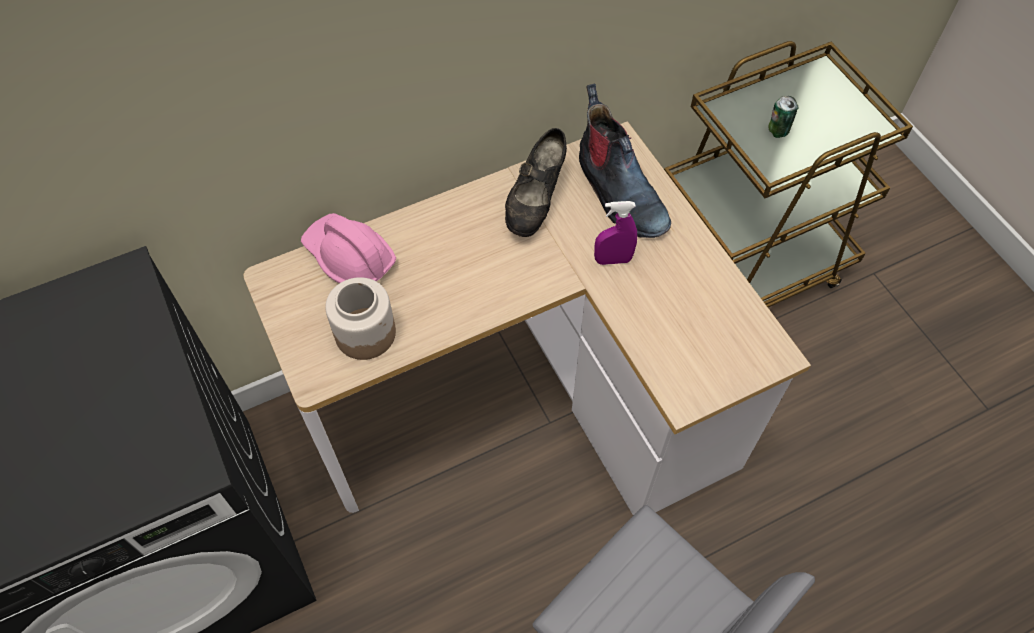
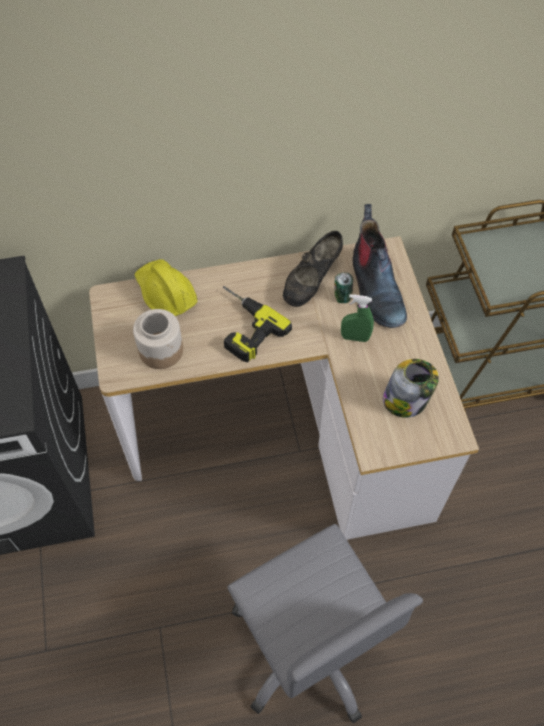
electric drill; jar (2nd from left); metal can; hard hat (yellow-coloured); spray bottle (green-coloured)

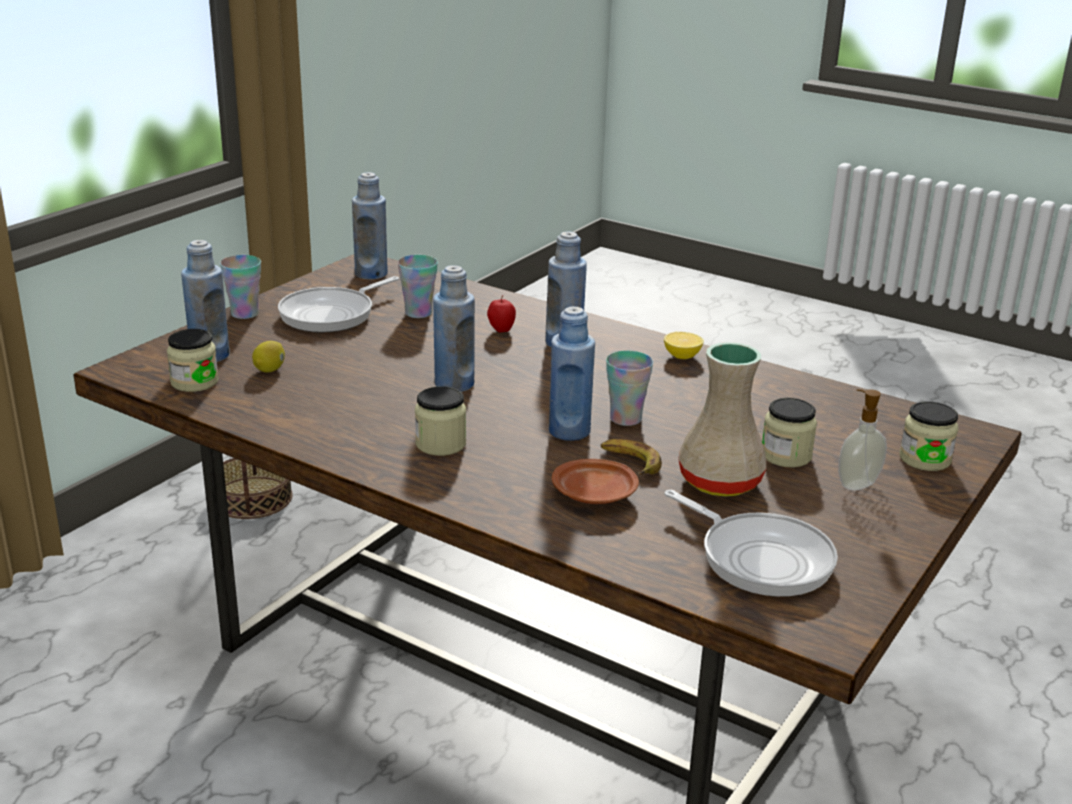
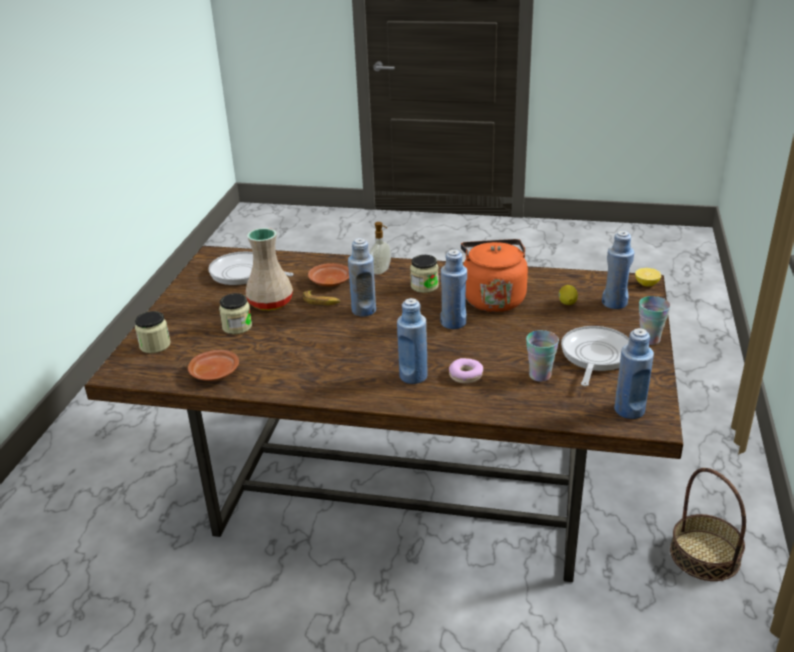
jar (1st from left in the first image); drinking cup (3rd from left in the first image); plate (brown-coloured) (1st from left); tea kettle (orange); citrus fruit (2nd from left); liquid soap bottle; ring doughnut

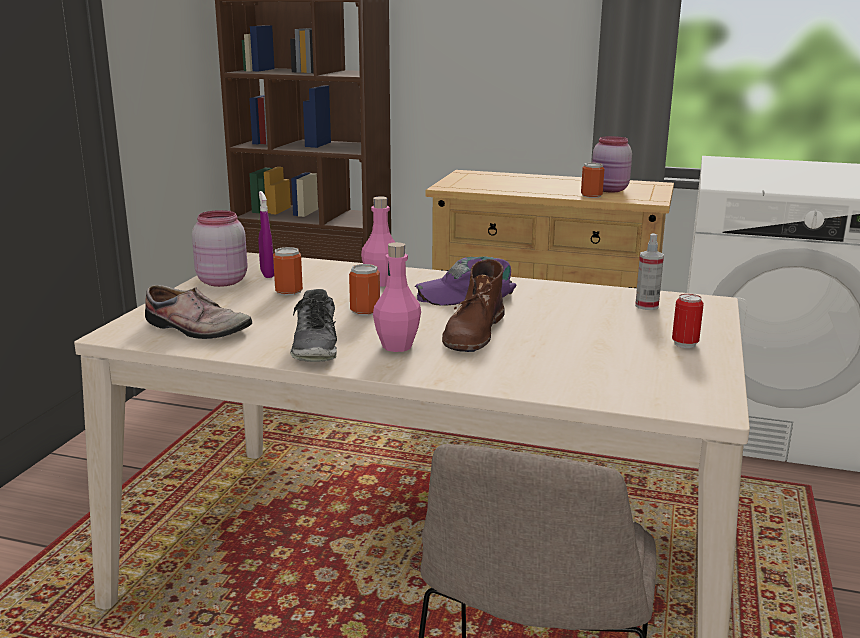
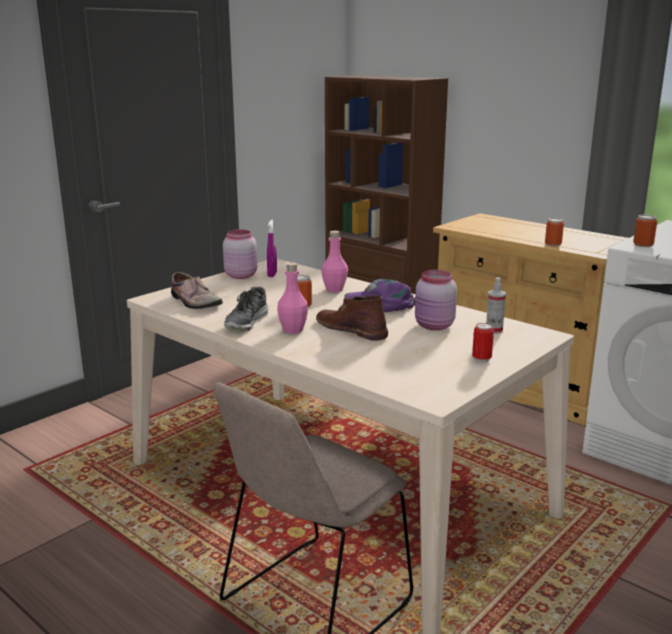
metal can (4th from left); jar (pinkish) (2nd from left); tall boot (brown-coloured)

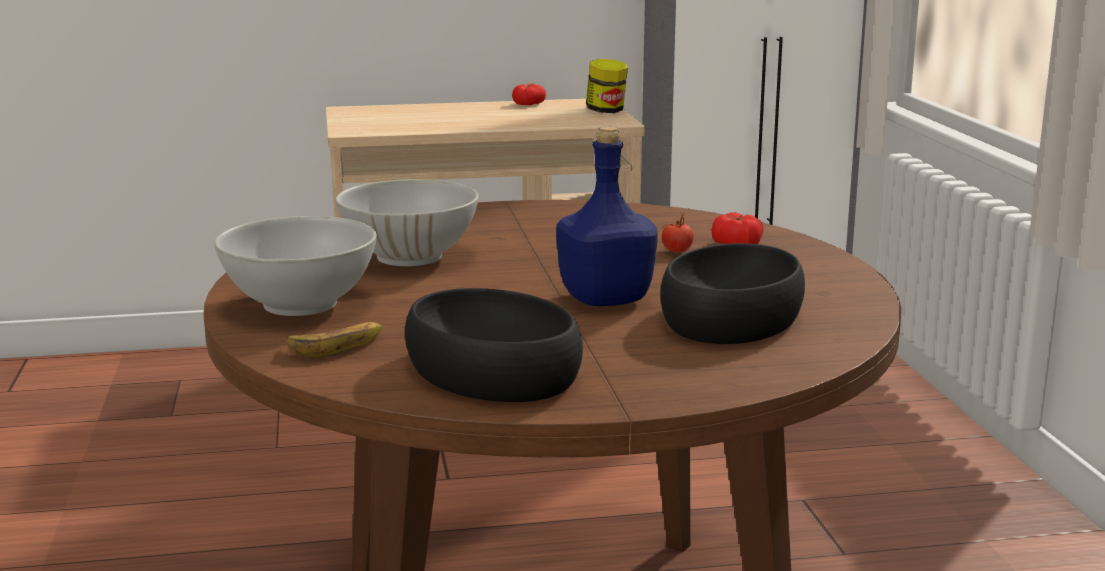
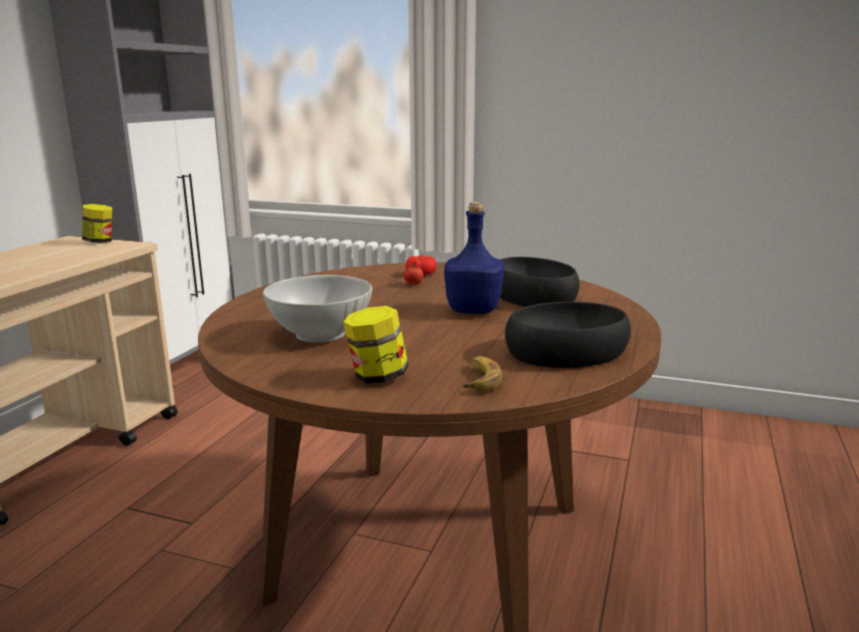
fresh tomato (1st from left in the first image); jar (2nd from left)

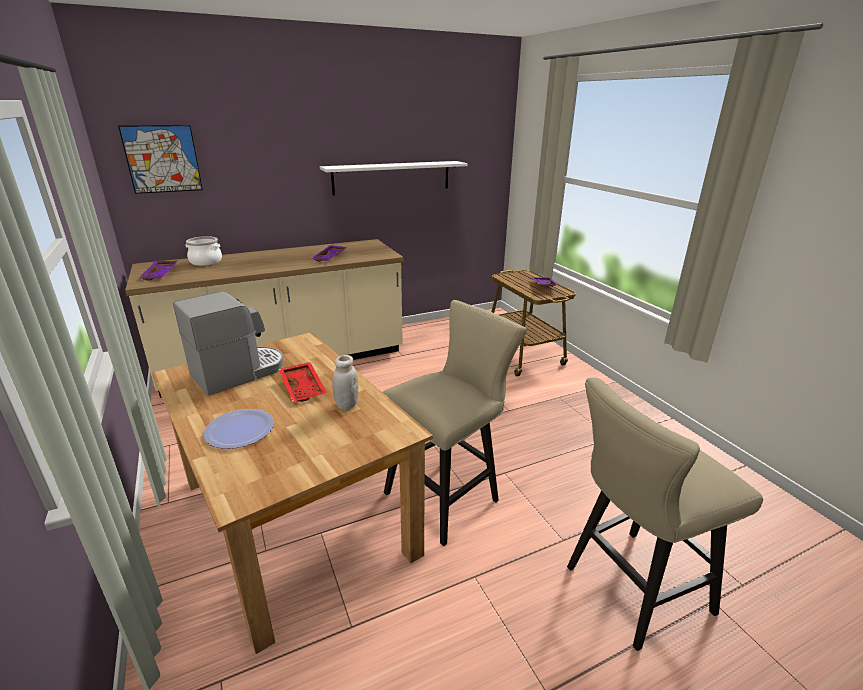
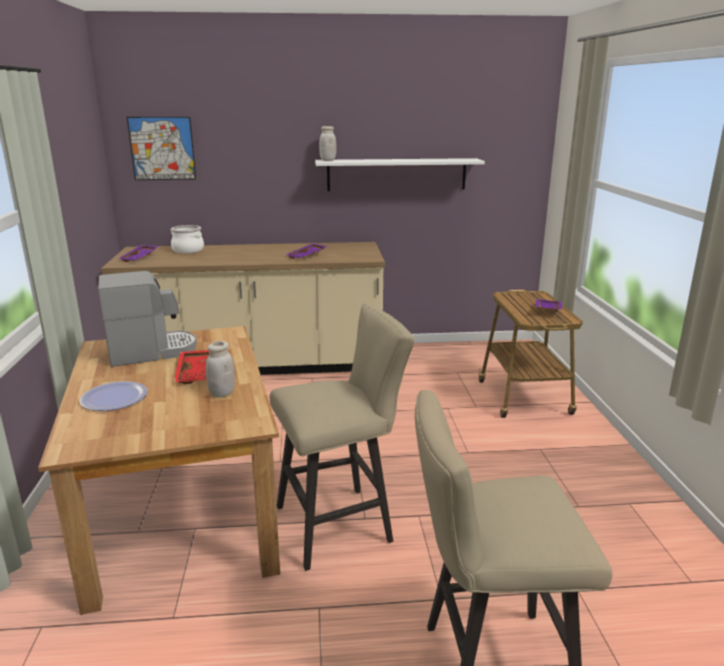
jar (whitish) (2nd from left)

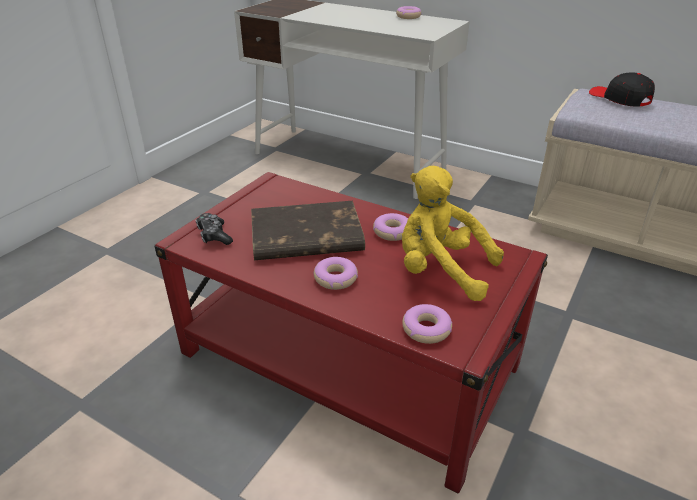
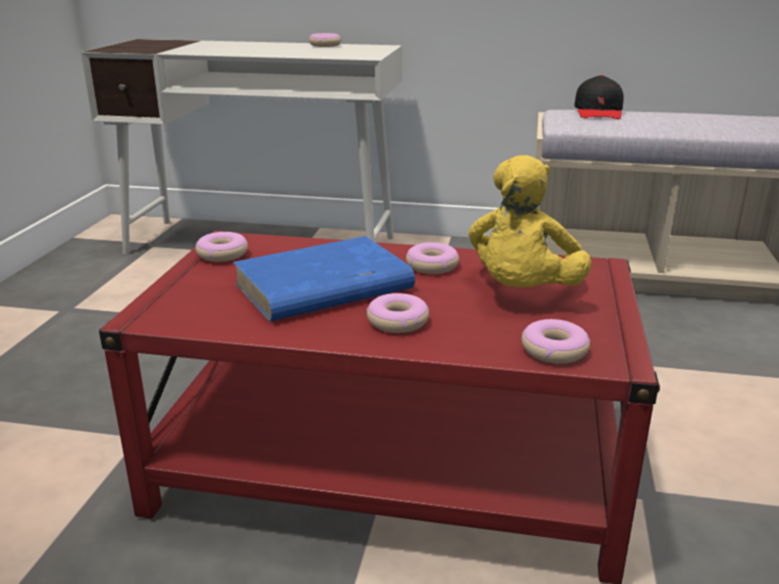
gamepad; ring doughnut (1st from left); bound book (bluish); soft toy (yellow-coloured); peaked cap (black)

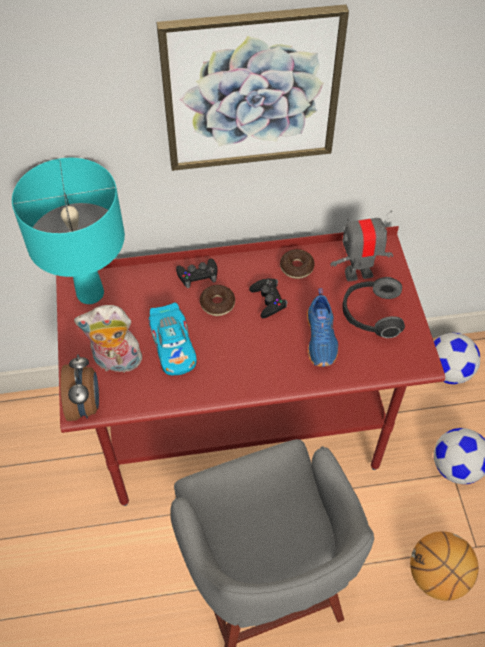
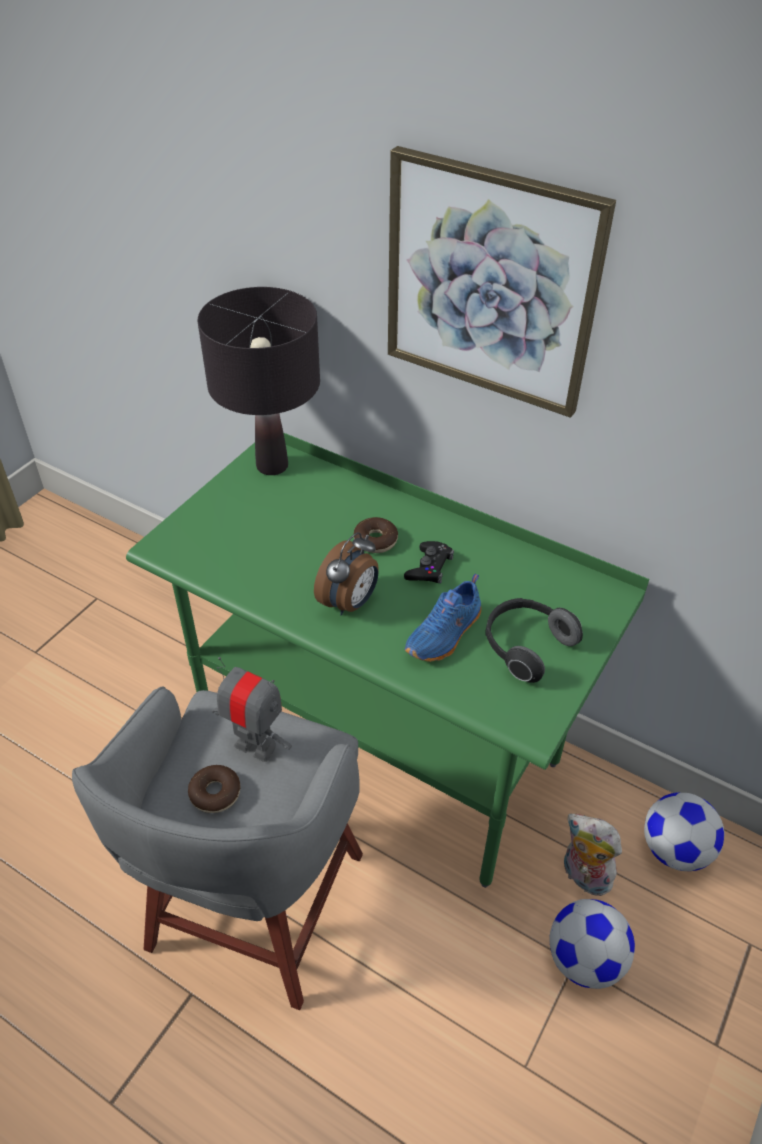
model car; gamepad (black) (1st from left in the first image); ball for basketball; alarm clock; soft toy; ring doughnut (1st from left); robot figure; lamp for a table (black); desk table (green-coloured)

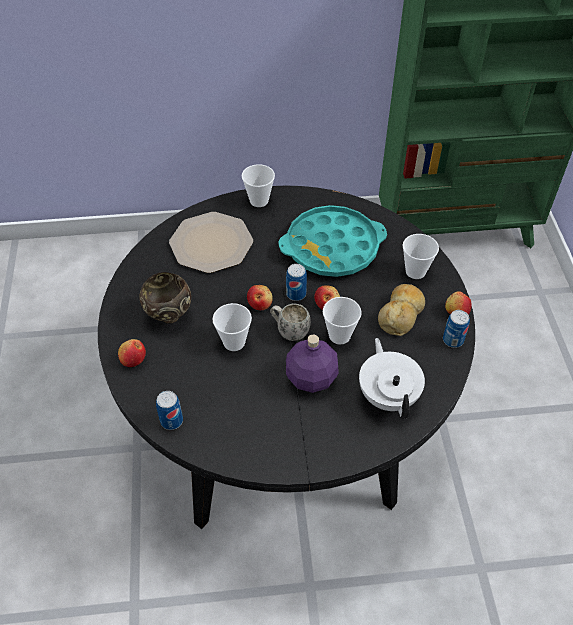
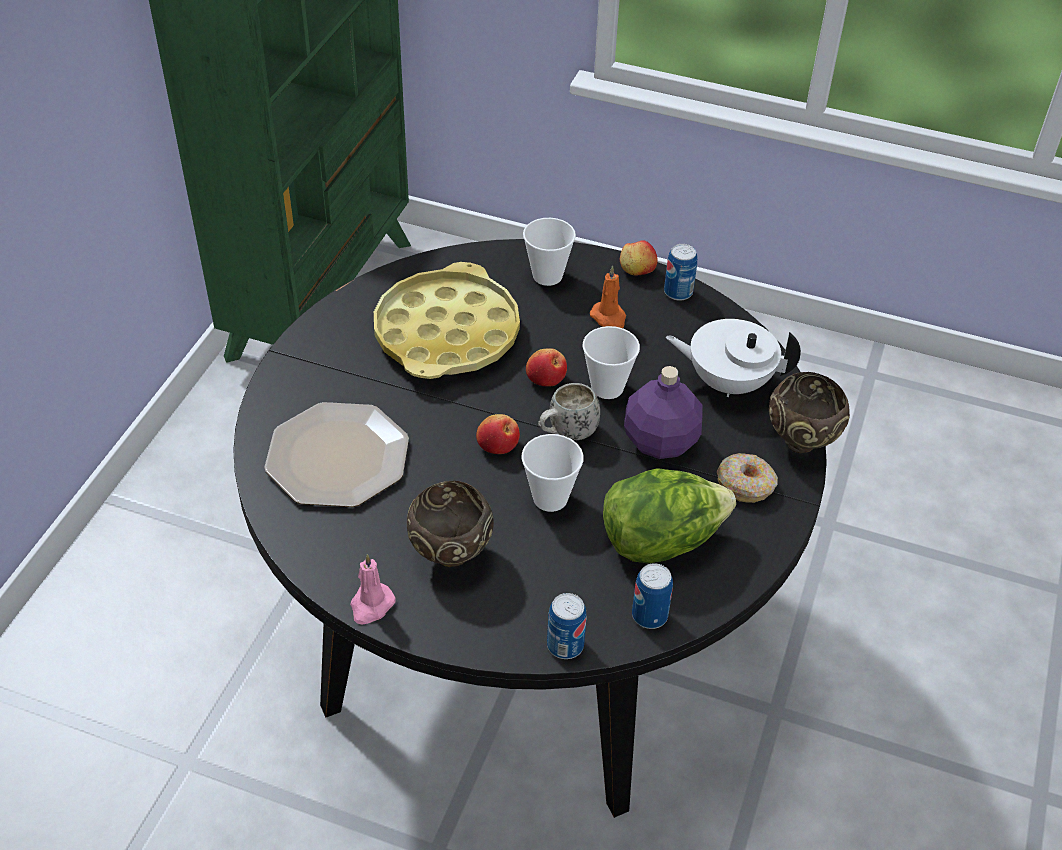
apple (1st from left in the first image); drinking cup (2nd from left in the first image); candle (pinkish); lettuce; ring doughnut; bowl (brown-coloured) (2nd from left); metal can (1st from left); candle (orange); carrying tray (yellow-coloured)

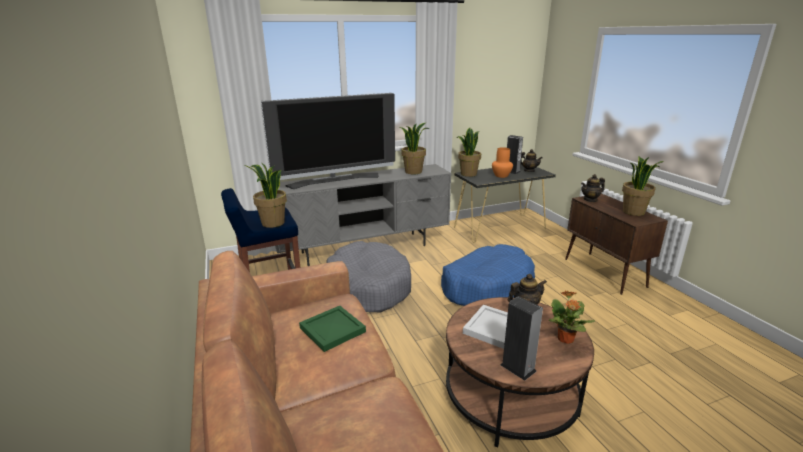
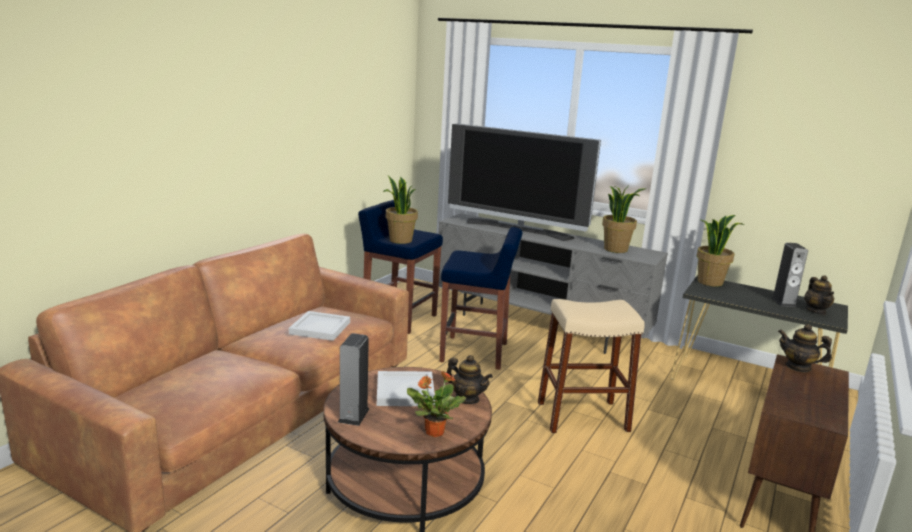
flower vase (orange); potted plant (5th from left in the first image); stool (bluish) (2nd from left); stool (beige); carrying tray (whitish) (1st from left)

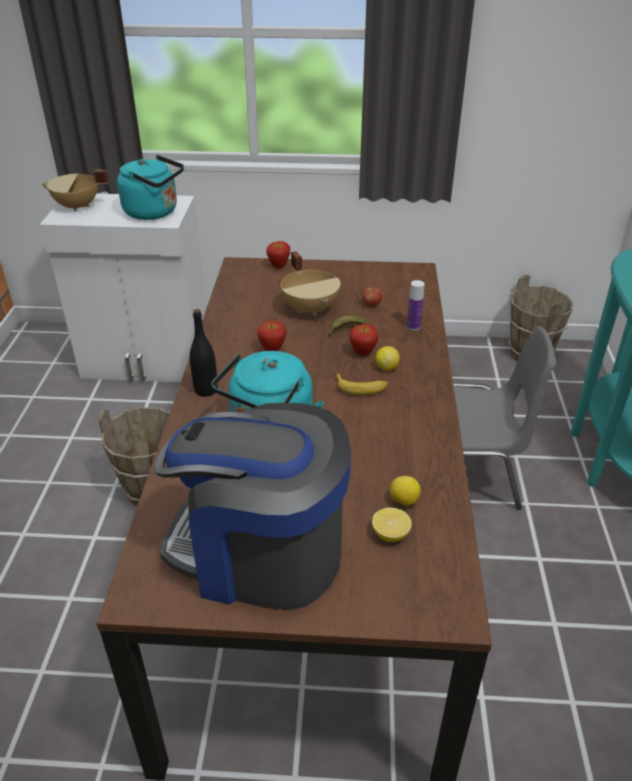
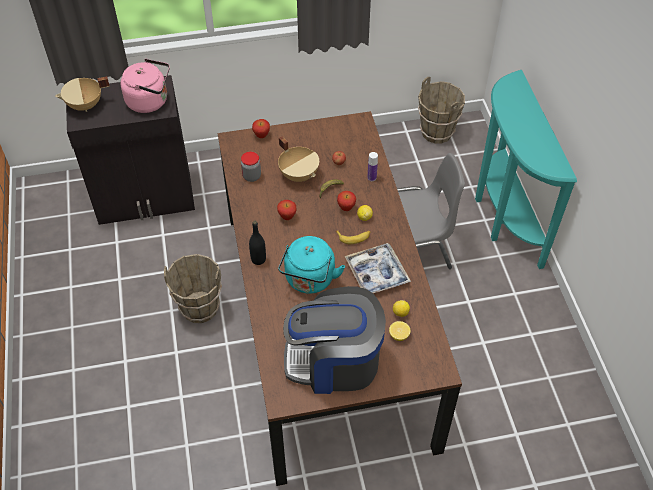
jar; carrying tray; cupboard (black); tea kettle (pinkish)

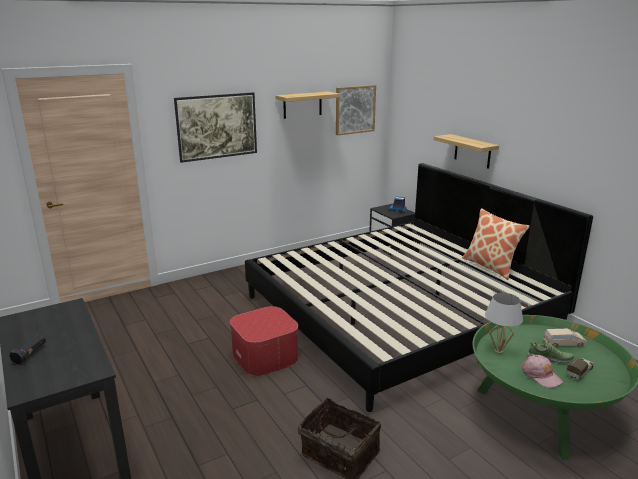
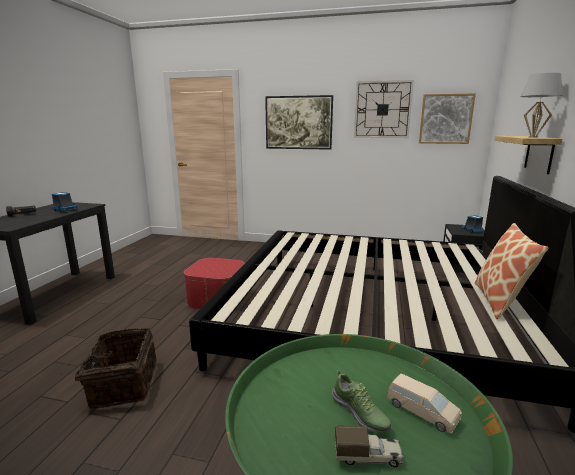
peaked cap (pinkish); model truck (1st from left); lamp for a table (whitish); hanging clock

